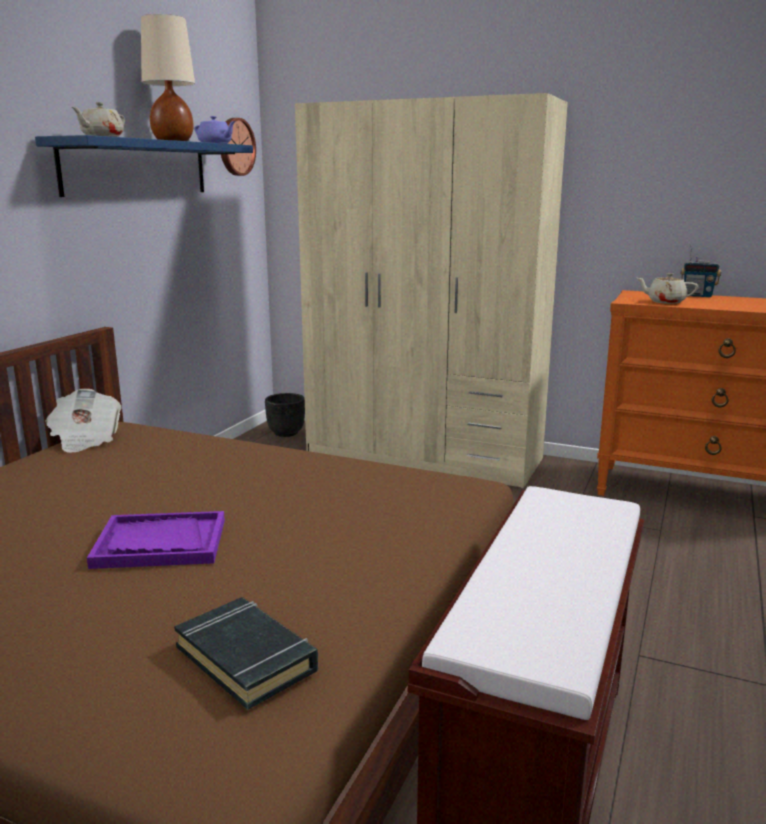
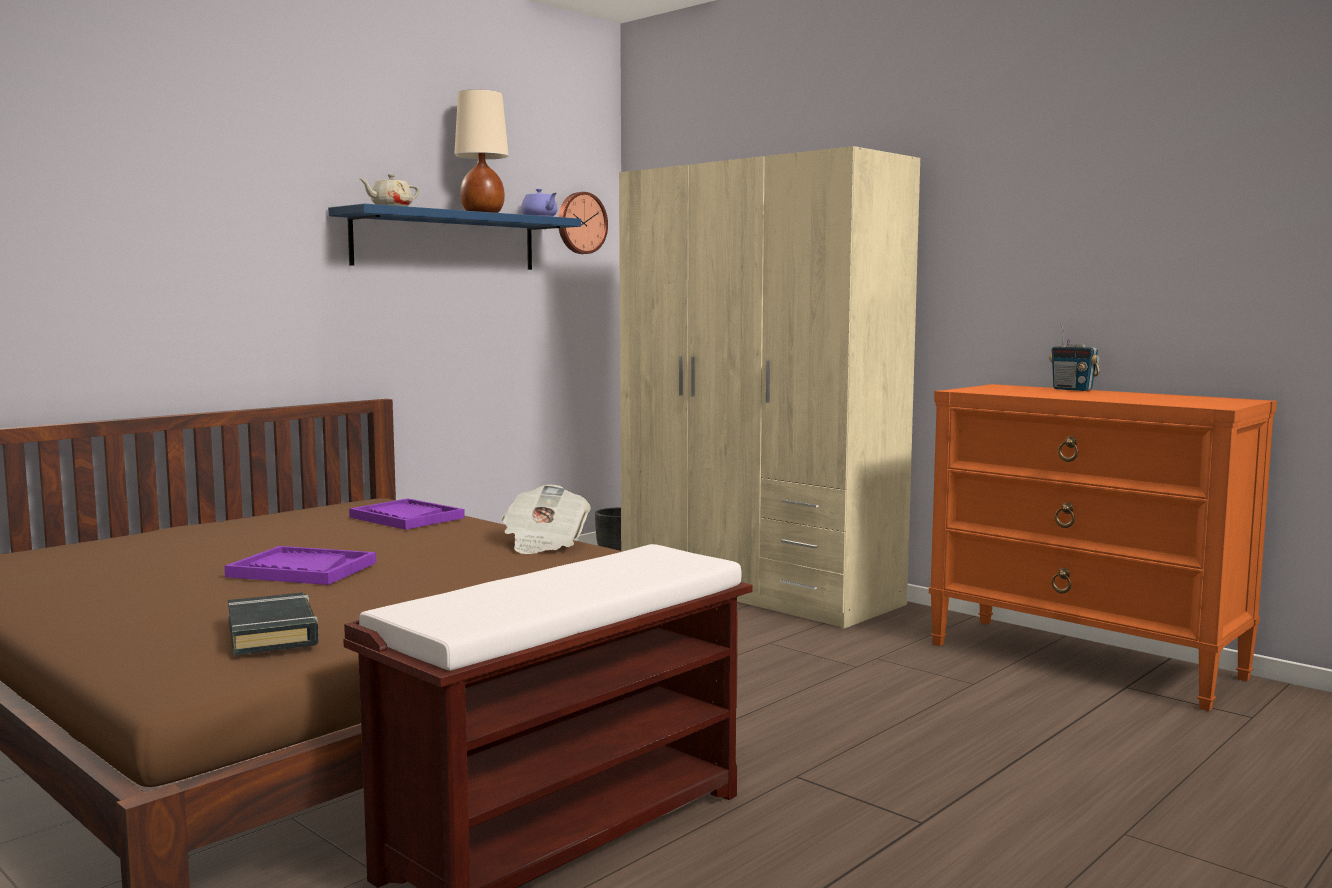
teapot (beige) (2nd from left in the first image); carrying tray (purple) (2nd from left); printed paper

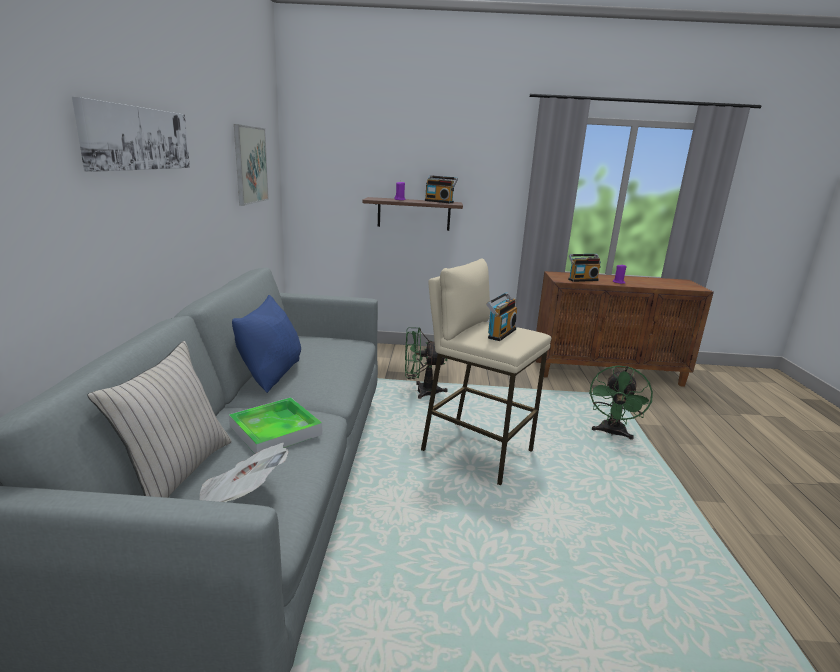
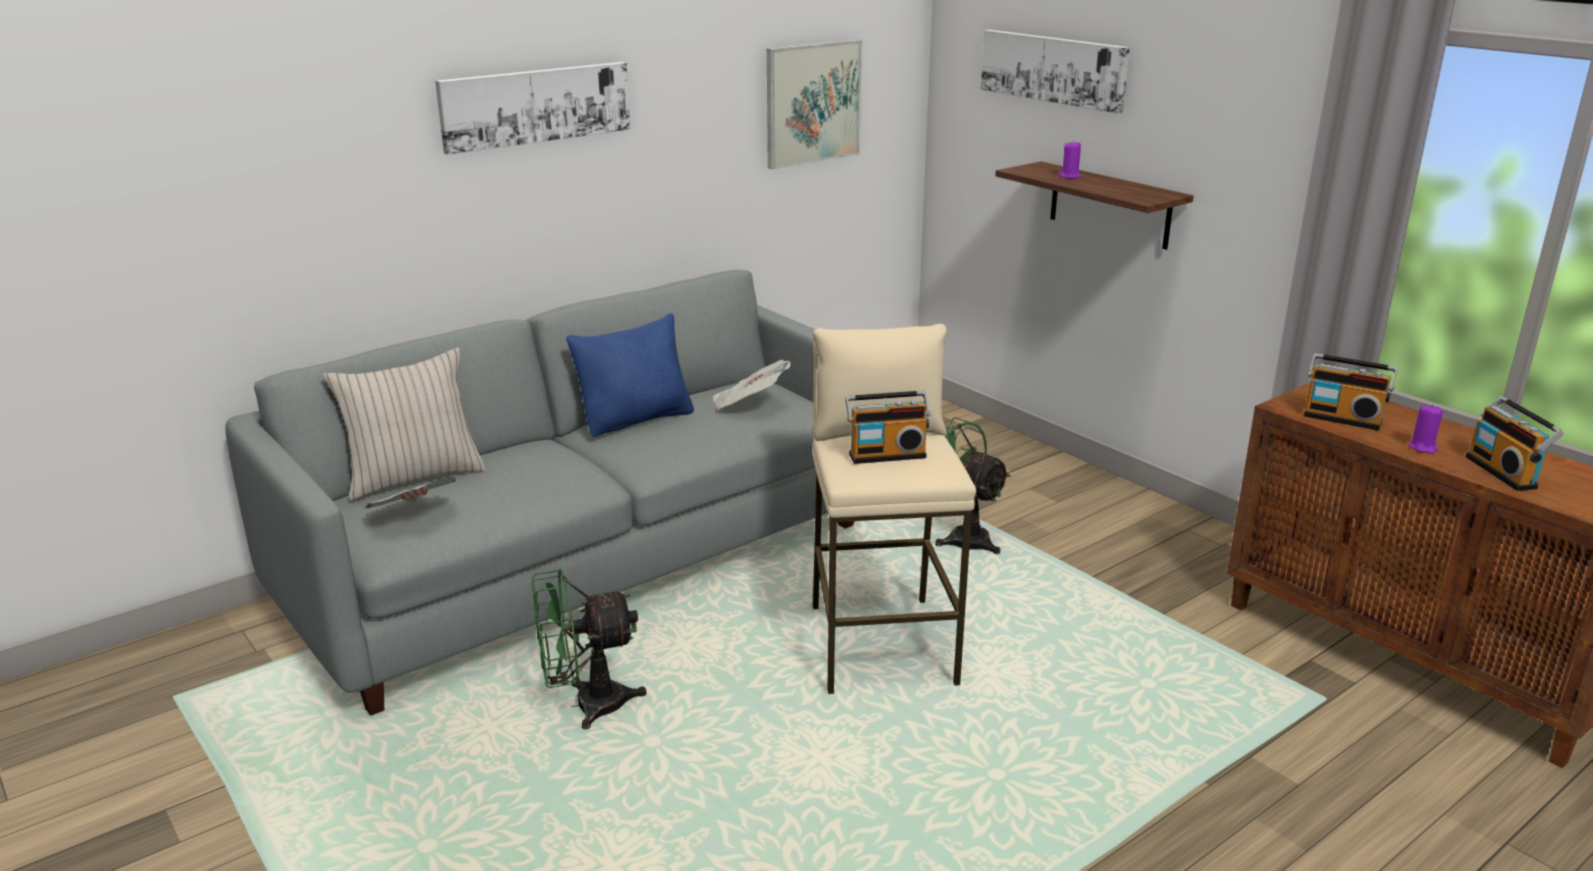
carrying tray; printed paper (2nd from left); picture (3rd from left); radio receiver (3rd from left); electric fan (green-coloured) (1st from left)

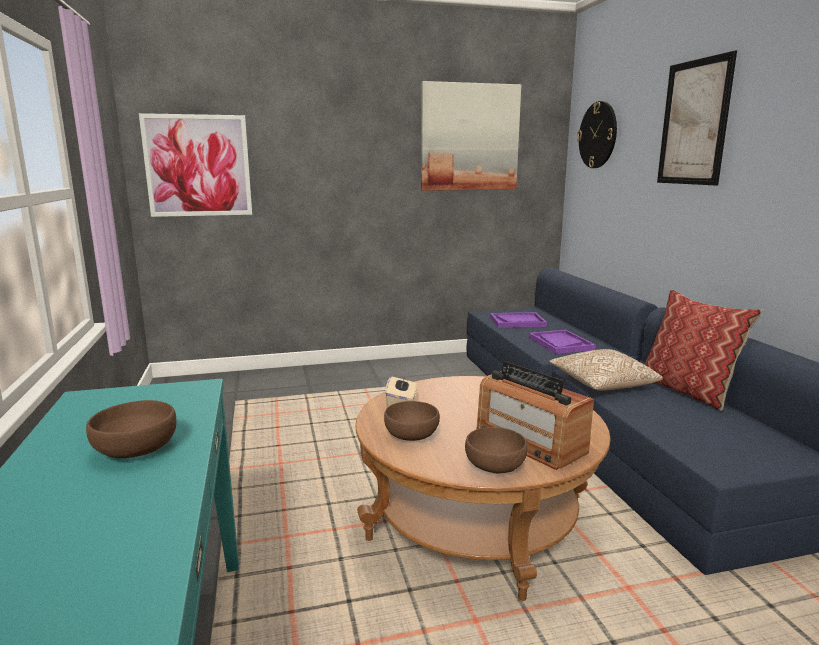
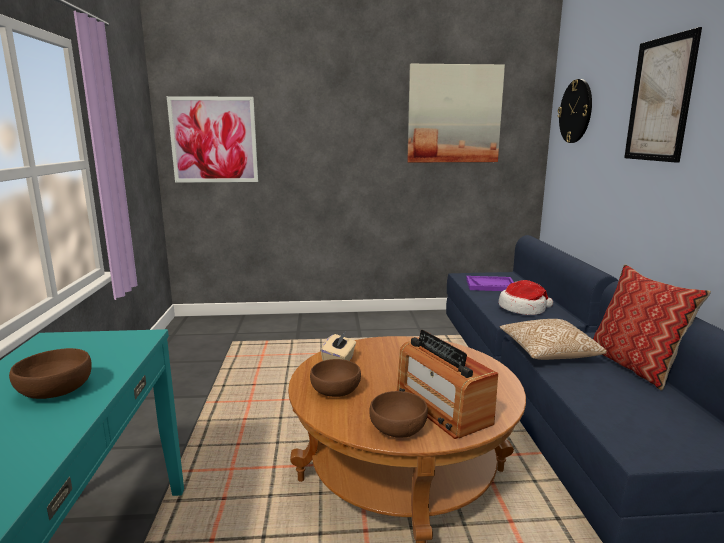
wearable hat

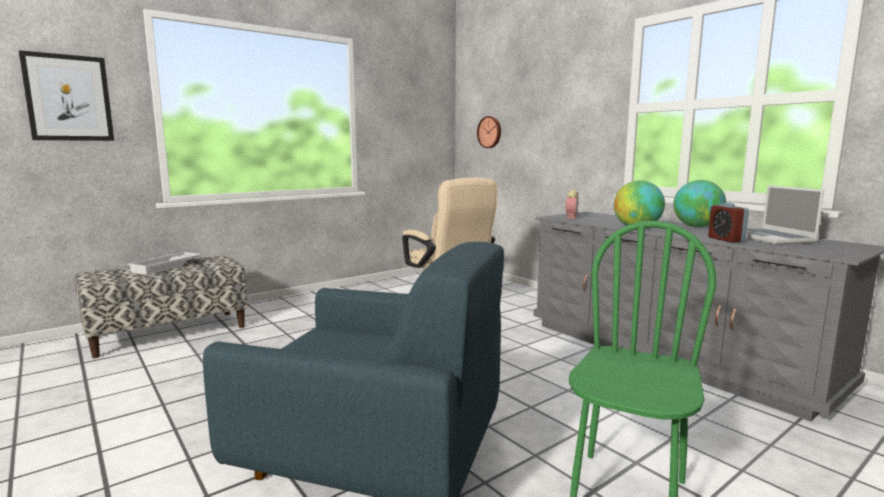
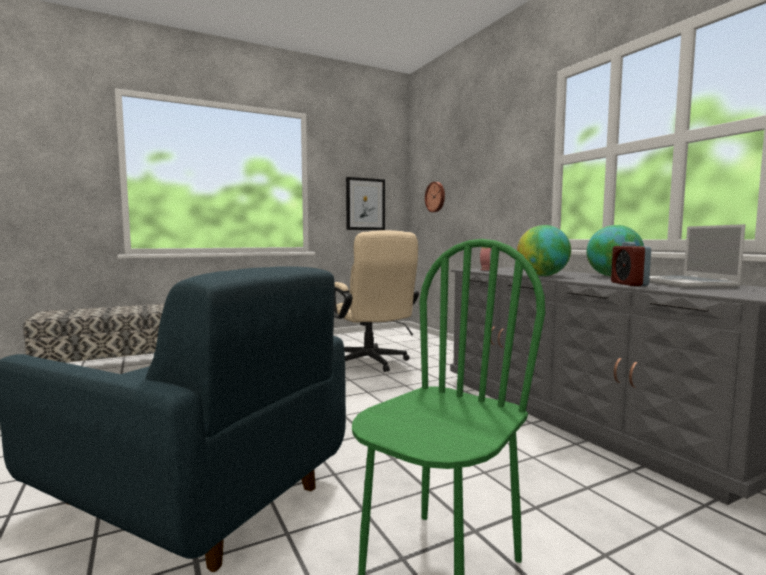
carrying tray (whitish); picture

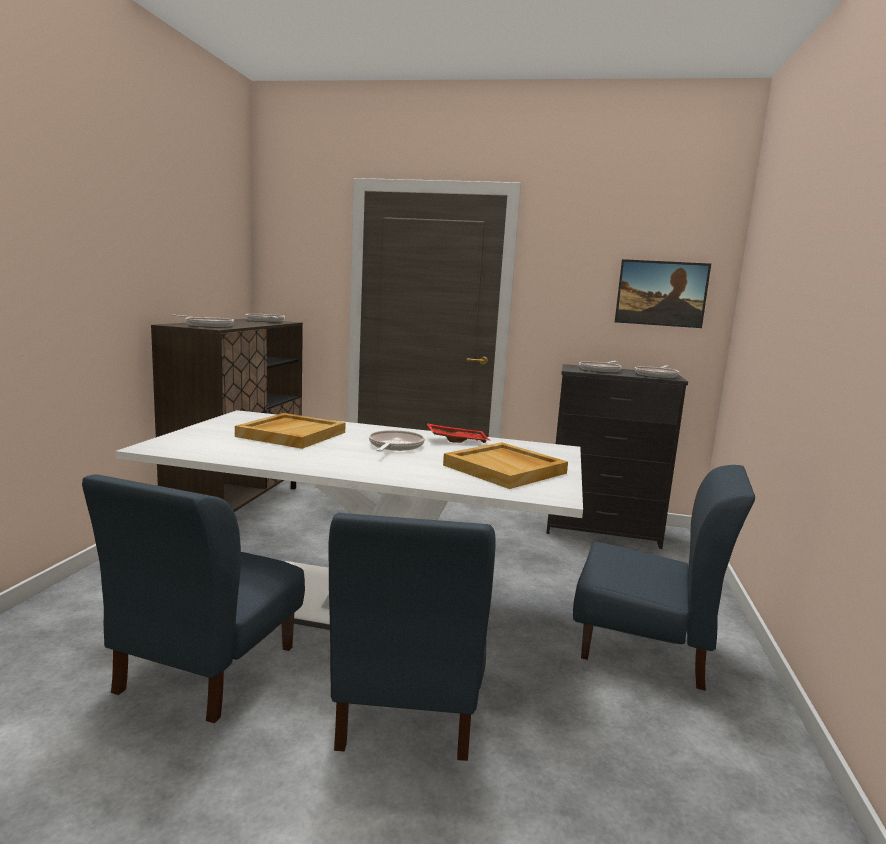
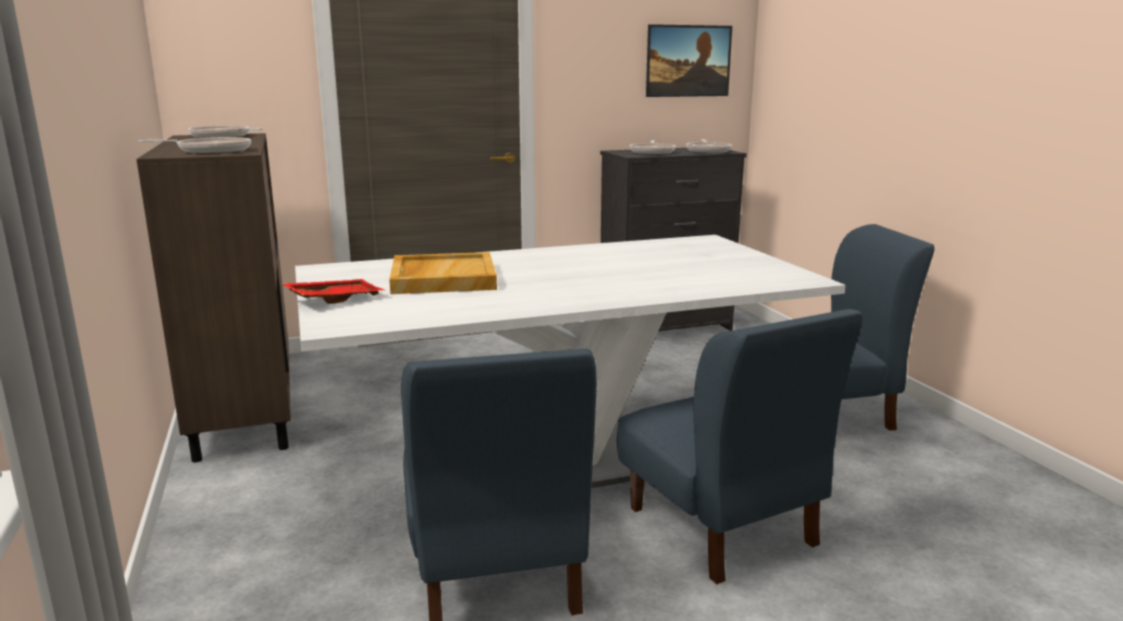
frying pan (3rd from left in the first image); carrying tray (beige) (2nd from left in the first image); carrying tray (red-coloured)

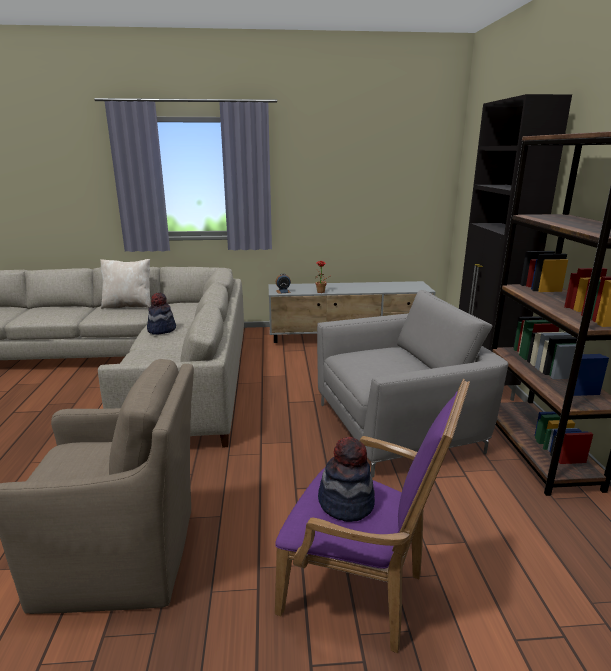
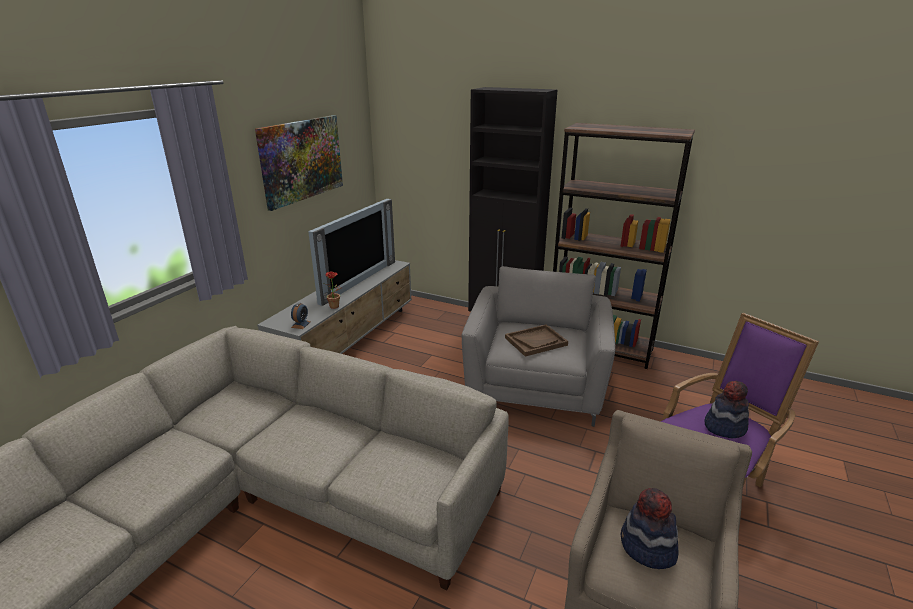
cushion (beige); picture; TV; carrying tray (brown-coloured); wearable hat (1st from left)

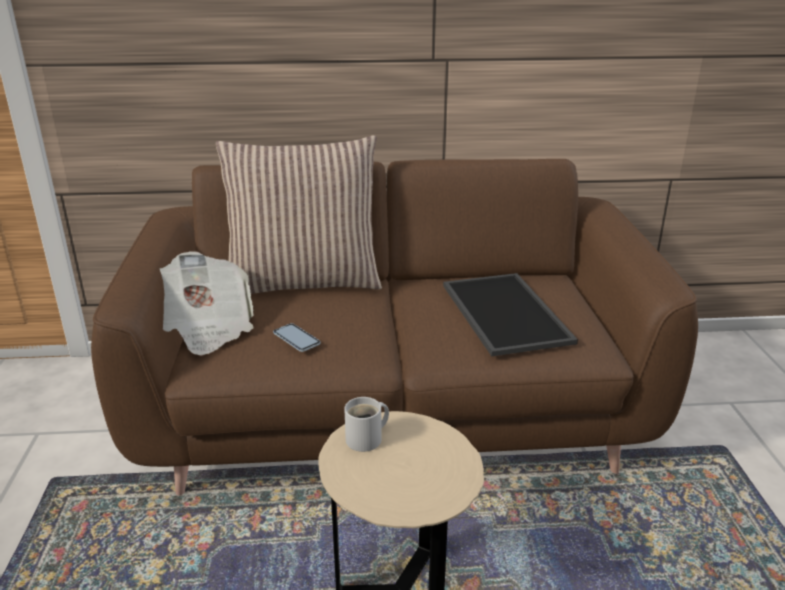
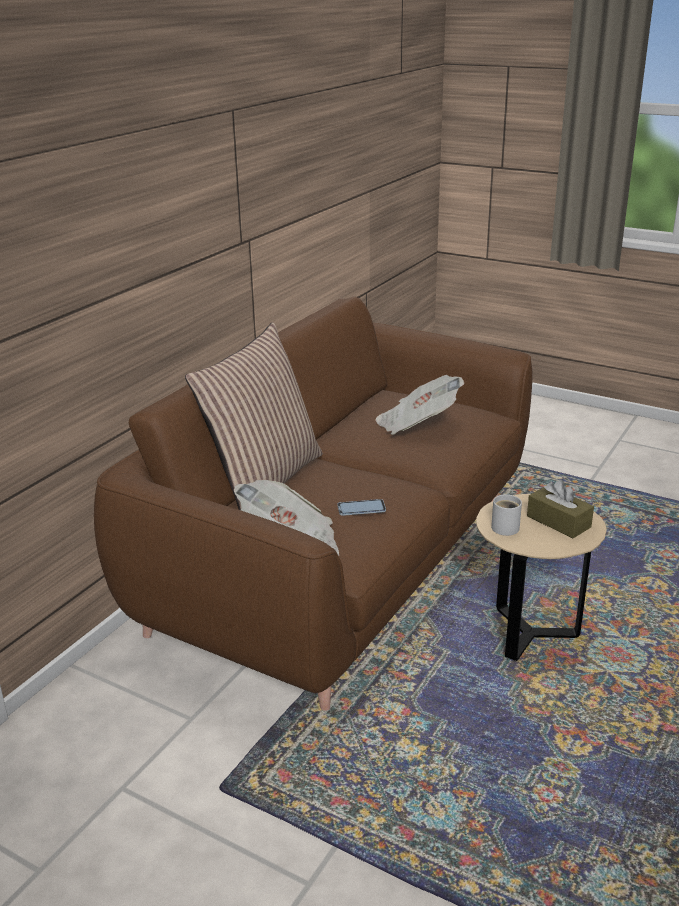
tissue box (brown-coloured); printed paper (2nd from left)

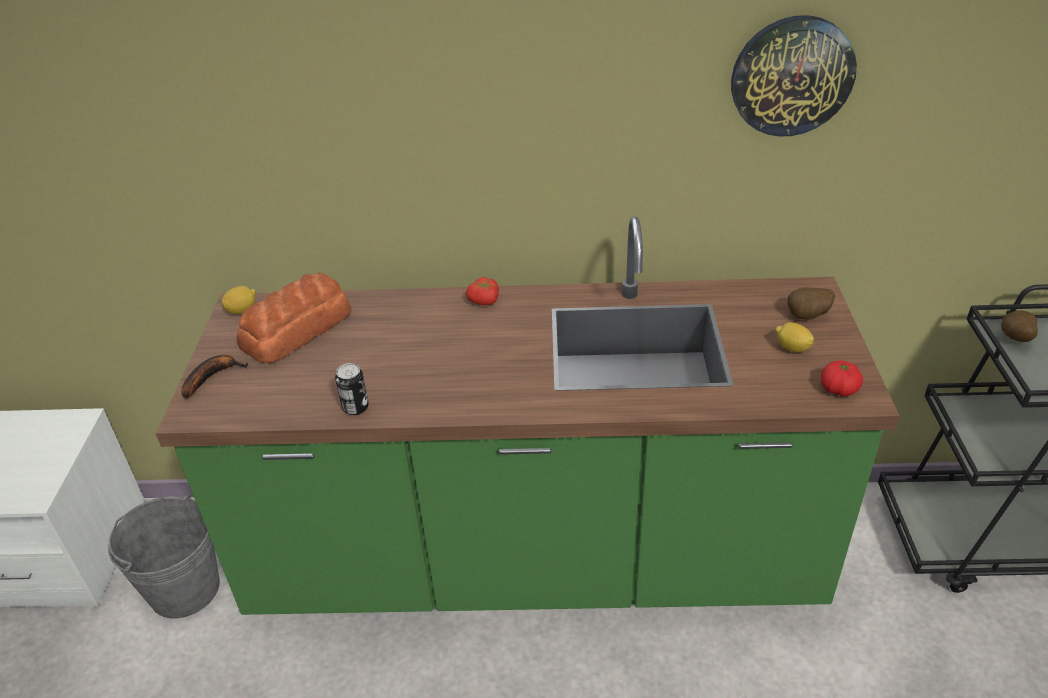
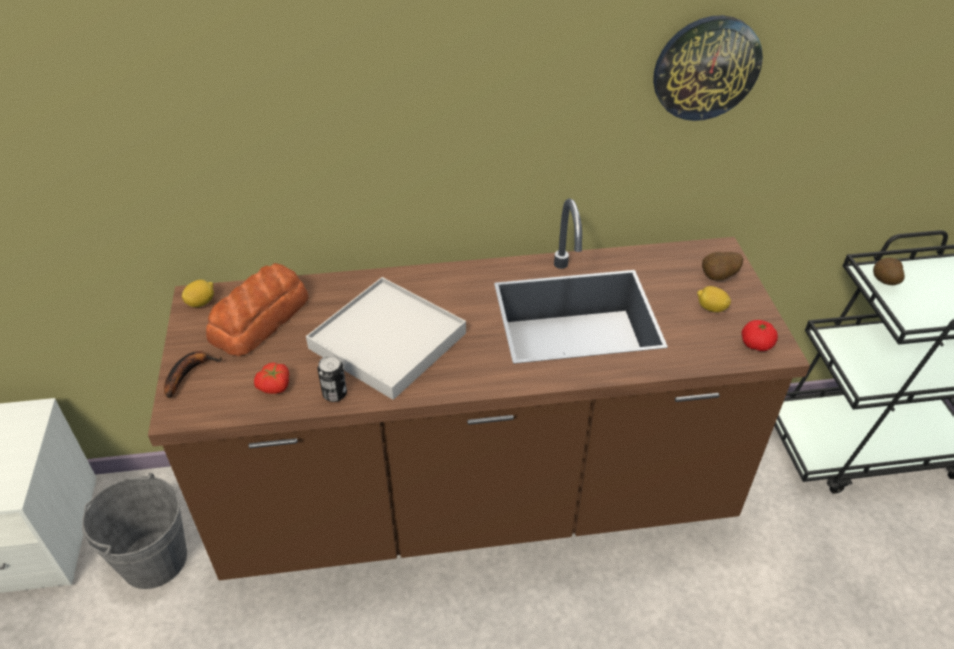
carrying tray (whitish); fresh tomato (1st from left); counter (brown-coloured)

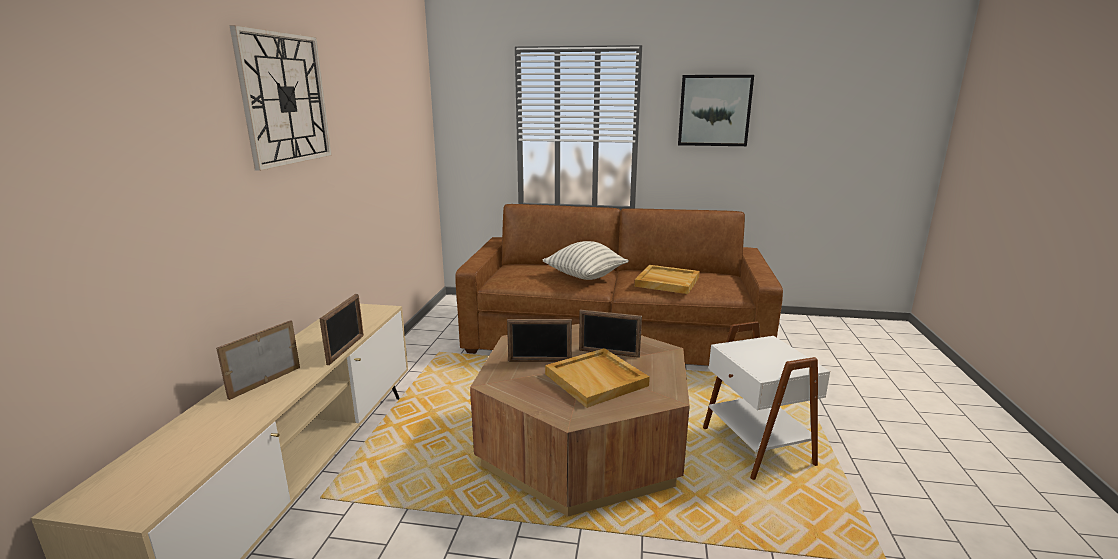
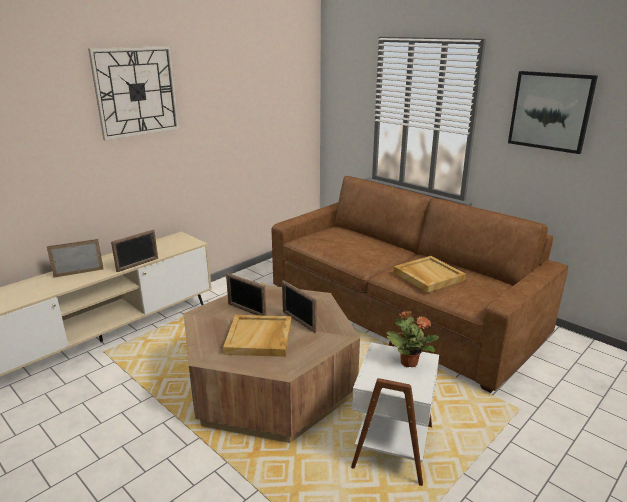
cushion; potted plant

